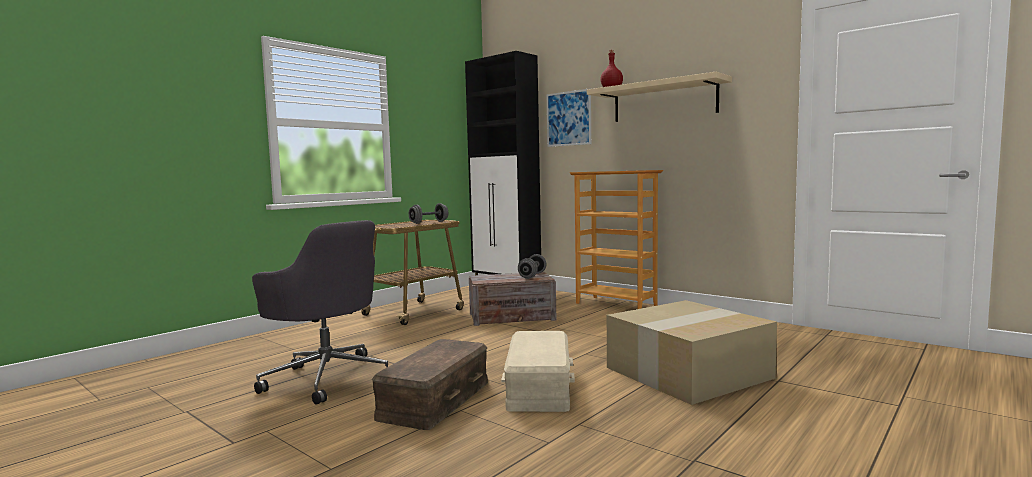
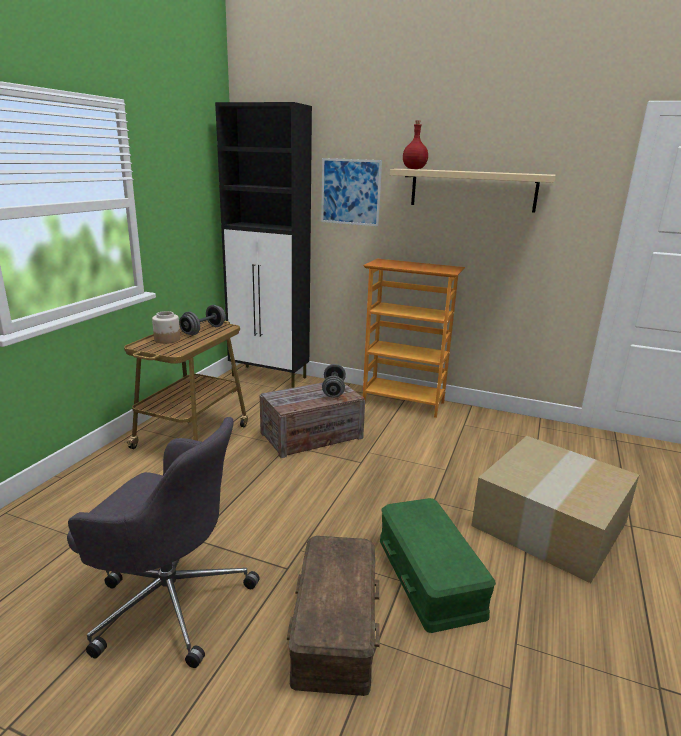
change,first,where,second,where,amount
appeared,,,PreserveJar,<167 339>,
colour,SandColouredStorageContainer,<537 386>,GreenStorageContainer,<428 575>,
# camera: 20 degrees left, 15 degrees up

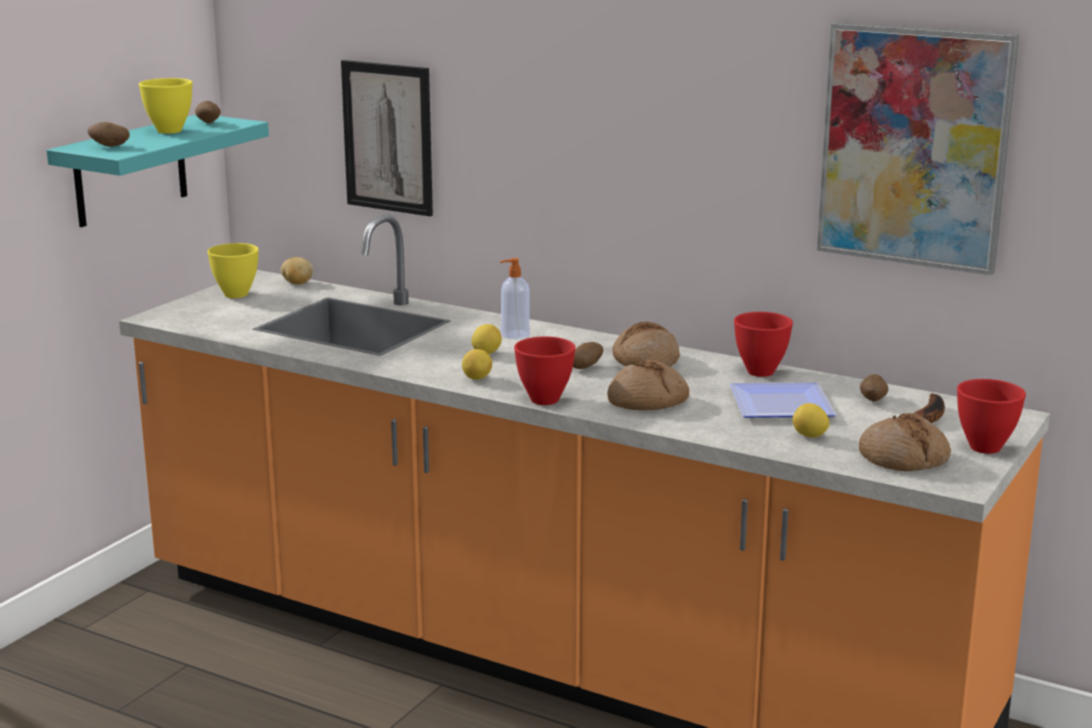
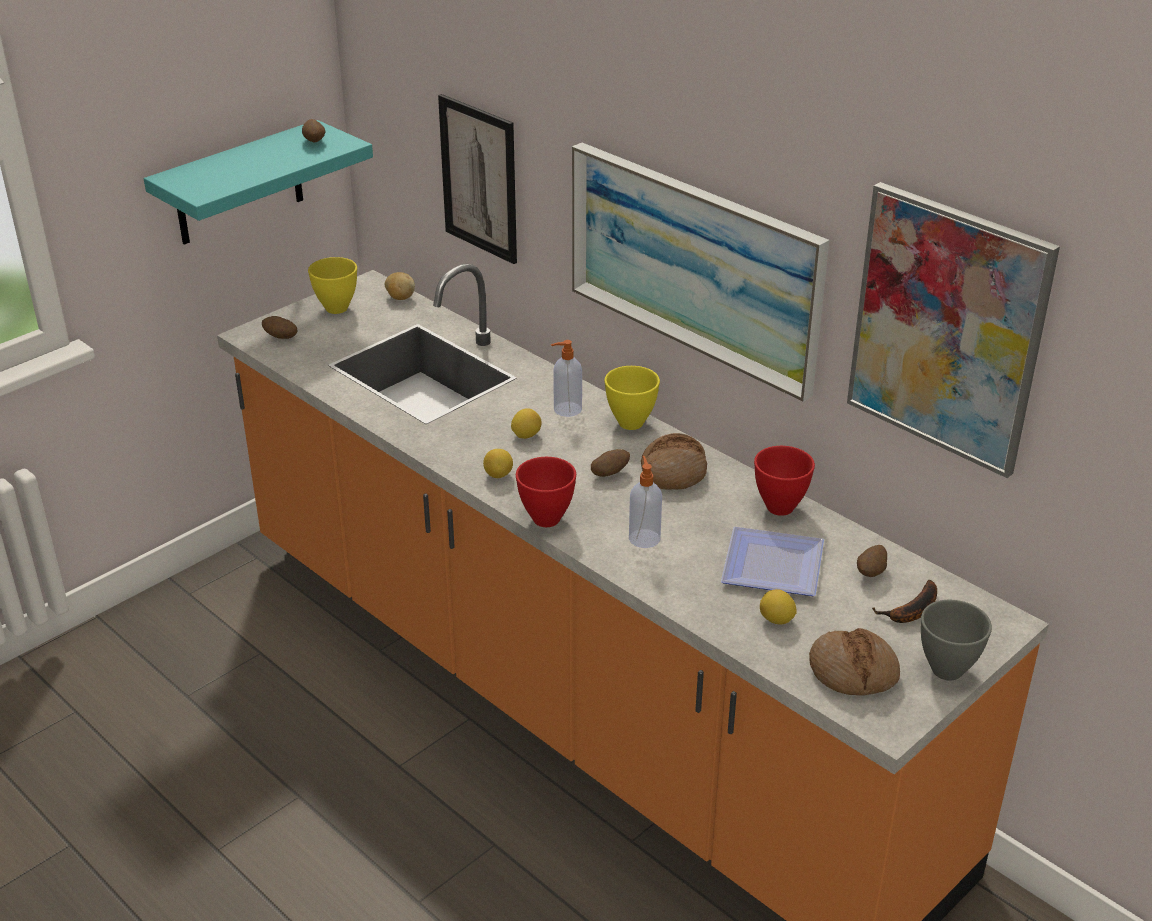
change,first,where,second,where,amount
appeared,,,WallPicture,<694 265>,
relocated,Potato,<109 146>,,<280 337>,
relocated,YellowishServingBowl,<169 131>,,<631 424>,
exchanged,Bread,<648 401>,SoapBottle,<644 537>,
colour,RedColouredServingBowl,<984 447>,GreyServingBowl,<946 668>,
# camera: 15 degrees right, 15 degrees up

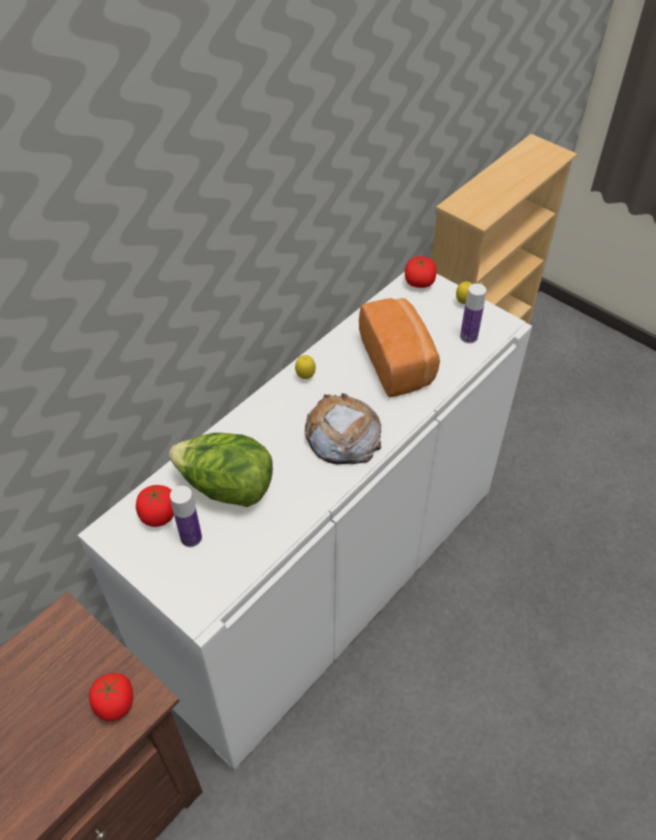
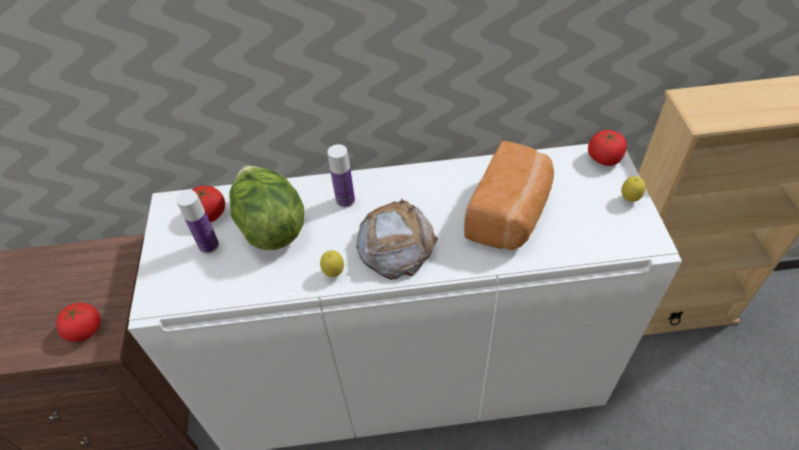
change,first,where,second,where,amount
relocated,CitrusFruit,<305 377>,,<334 273>,
relocated,Bottle,<468 337>,,<345 200>,
# camera: 45 degrees right, 0 degrees up

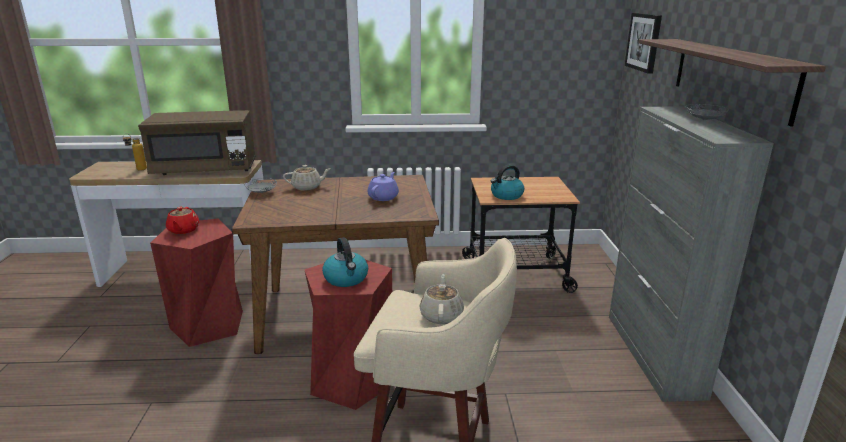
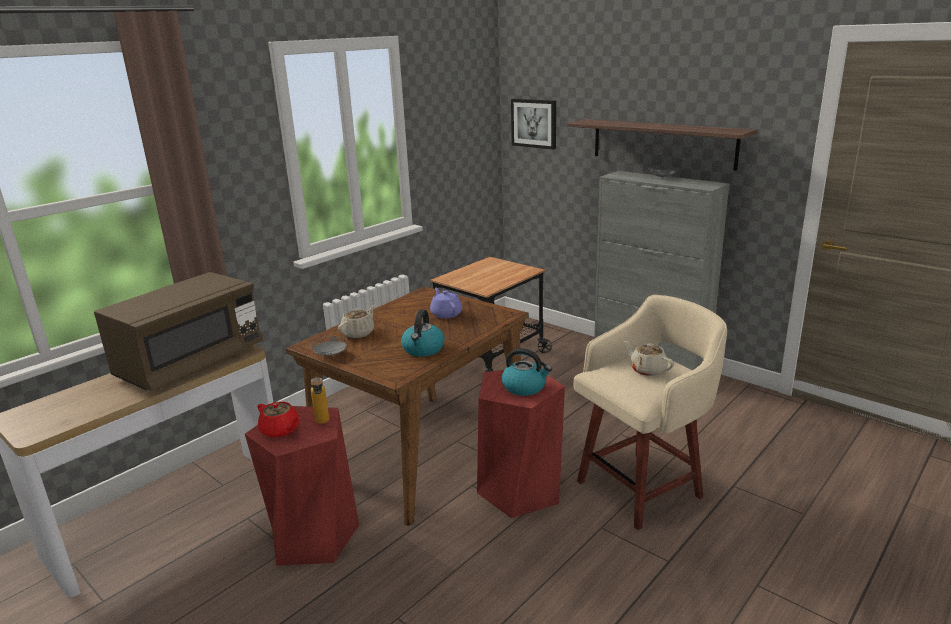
change,first,where,second,where,amount
relocated,Bottle,<138 170>,,<322 423>,
relocated,WaterKettle,<506 195>,,<423 349>,
# camera: 45 degrees left, 0 degrees up

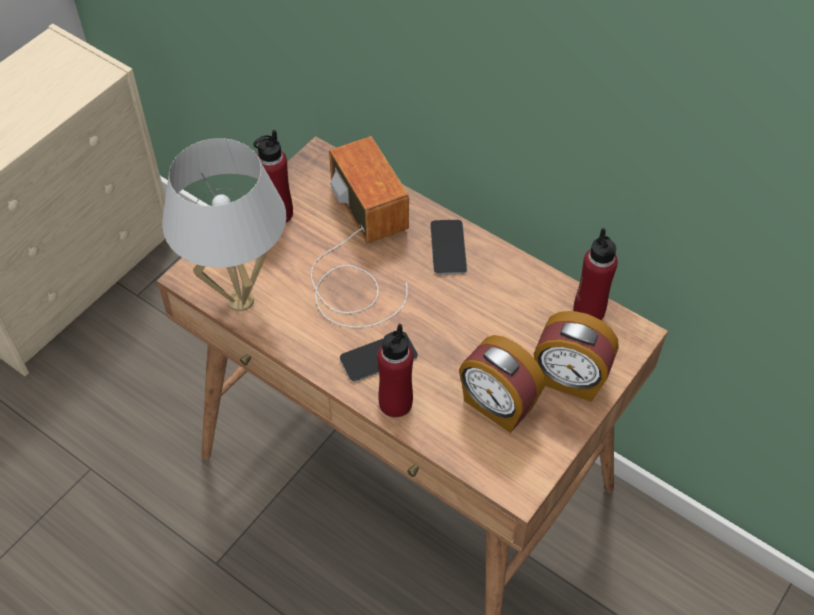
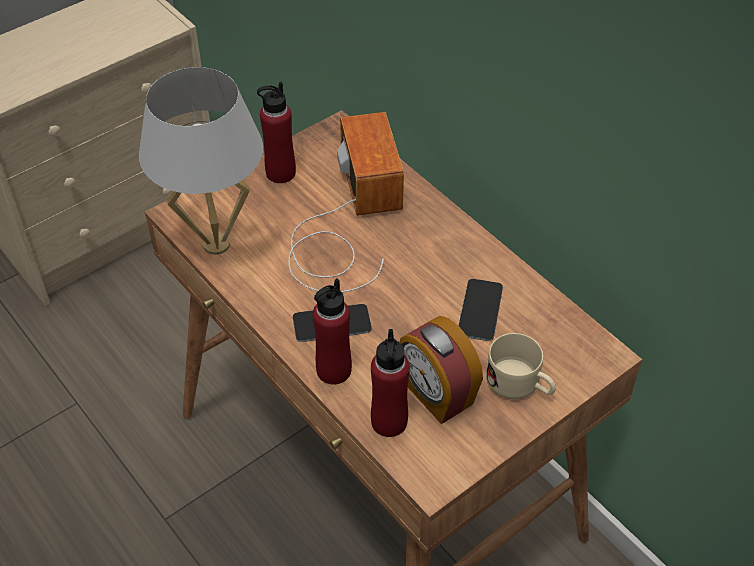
change,first,where,second,where,amount
relocated,Handset,<448 247>,,<480 310>,
relocated,RedColouredBottle,<588 311>,,<389 422>,
exchanged,BedsideClock,<569 379>,SandColouredMug,<520 385>,
# camera: 15 degrees right, 5 degrees down

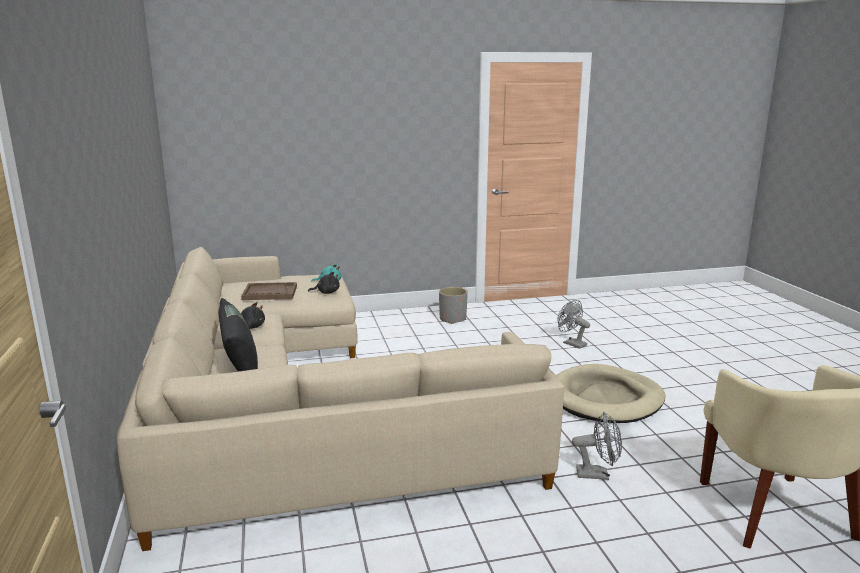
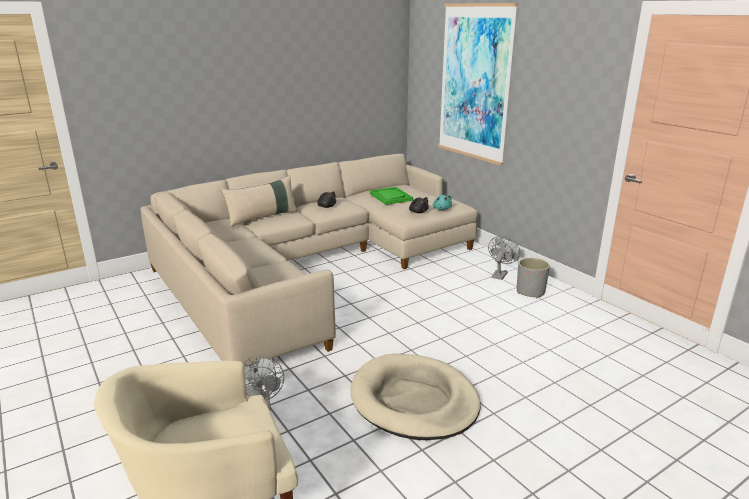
change,first,where,second,where,amount
appeared,,,WallPicture,<475 83>,
relocated,GreyCoolingFan,<571 343>,,<500 274>,
colour,BlackPillow,<240 366>,SandColouredPillow,<262 217>,
colour,BrownishServingTray,<269 293>,GreenServingTray,<390 197>,
# camera: 70 degrees right, 5 degrees up

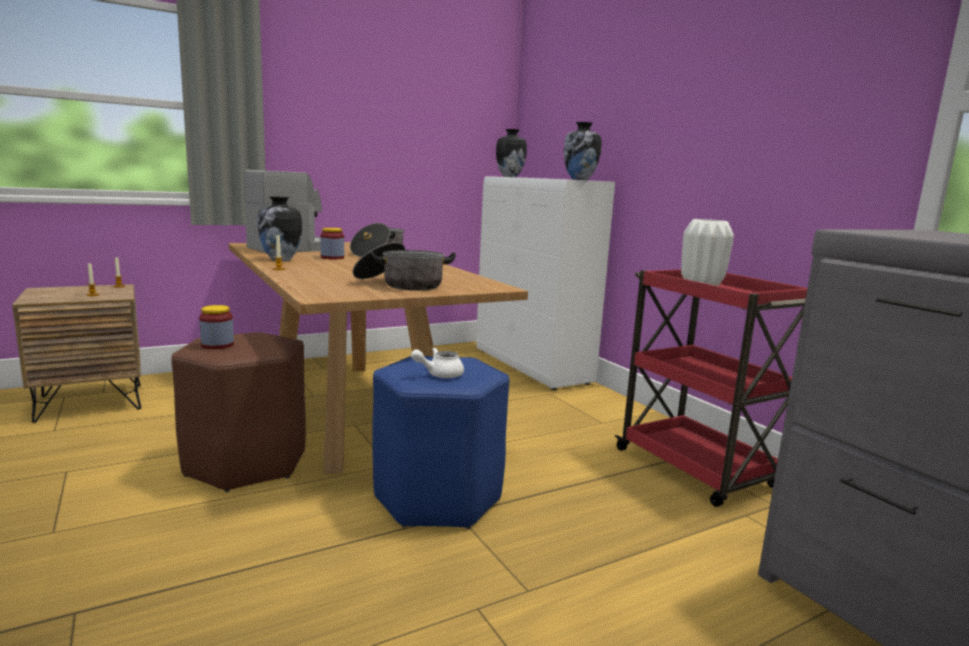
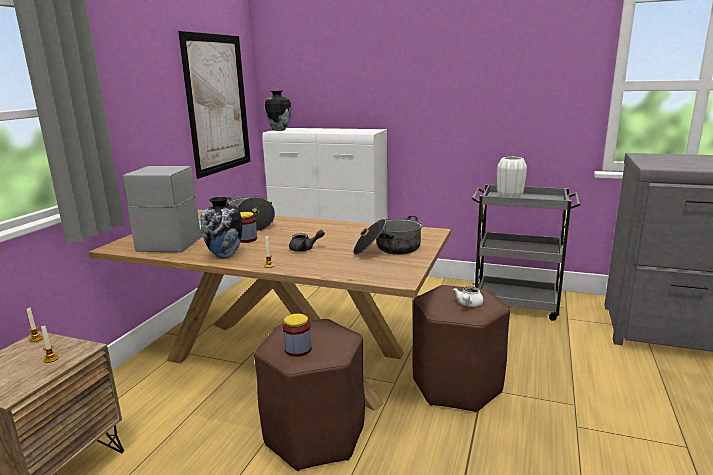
change,first,where,second,where,amount
missing,Vase,<580 179>,,,
appeared,,,WallPicture,<218 104>,
appeared,,,GreyPotForTea,<305 249>,
colour,BlueStoolSeat,<437 498>,BrownishStoolSeat,<457 386>,
colour,RedColouredWheeledCart,<697 469>,GreyWheeledCart,<516 304>,
# camera: 40 degrees left, 5 degrees up

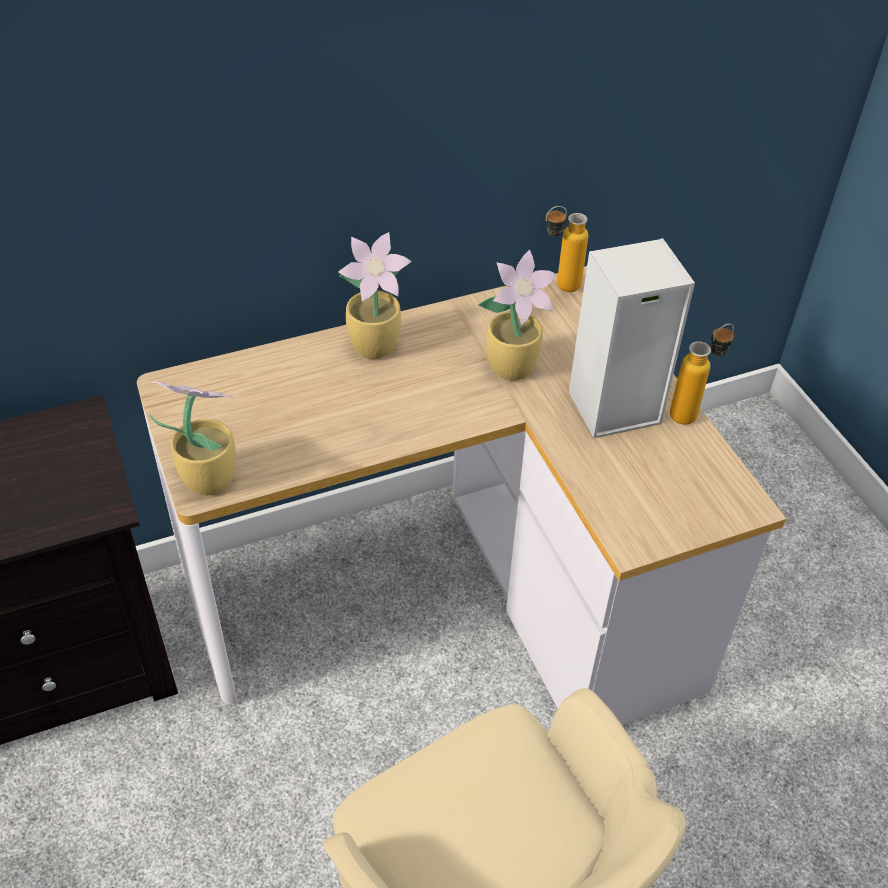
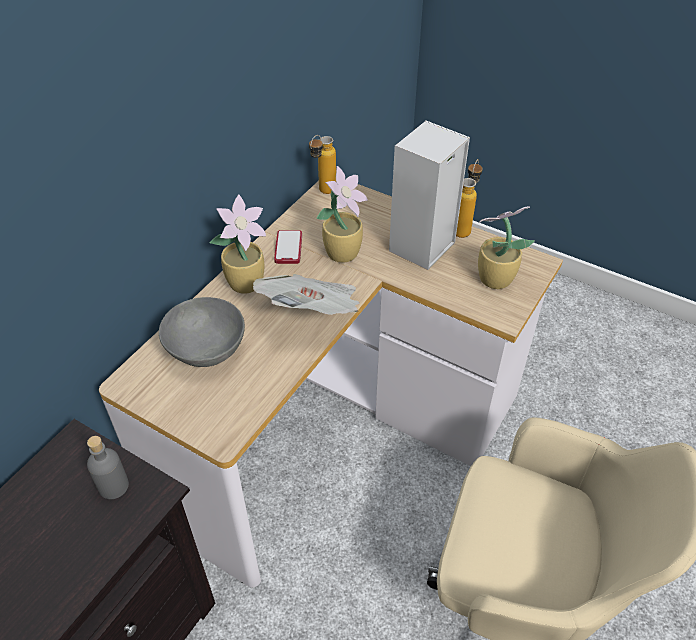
change,first,where,second,where,amount
appeared,,,GreyBottle,<114 486>,
appeared,,,GreyServingBowl,<207 350>,
appeared,,,DailyPaper,<313 313>,
appeared,,,Handset,<288 248>,
relocated,PottedPlant,<207 478>,,<493 279>,
# camera: 35 degrees left, 0 degrees up

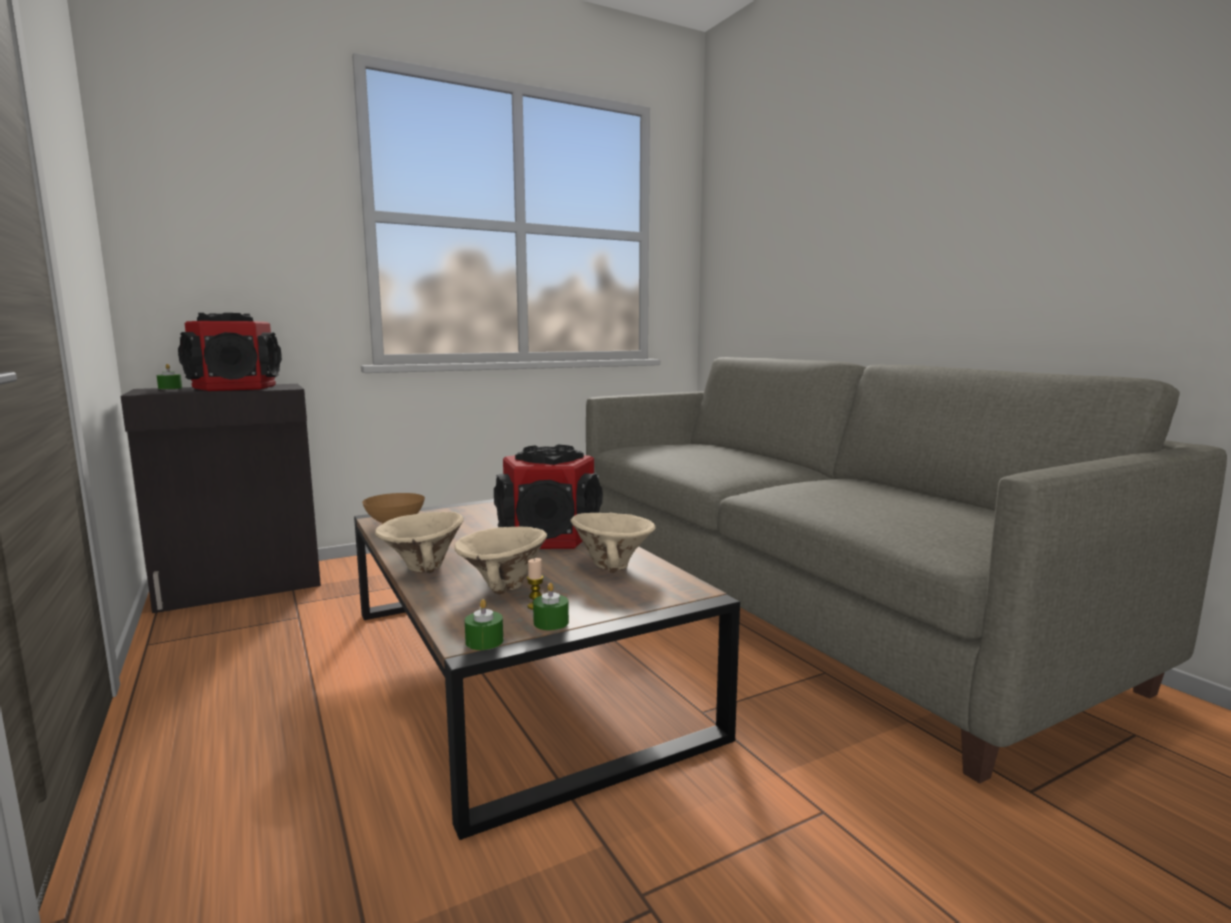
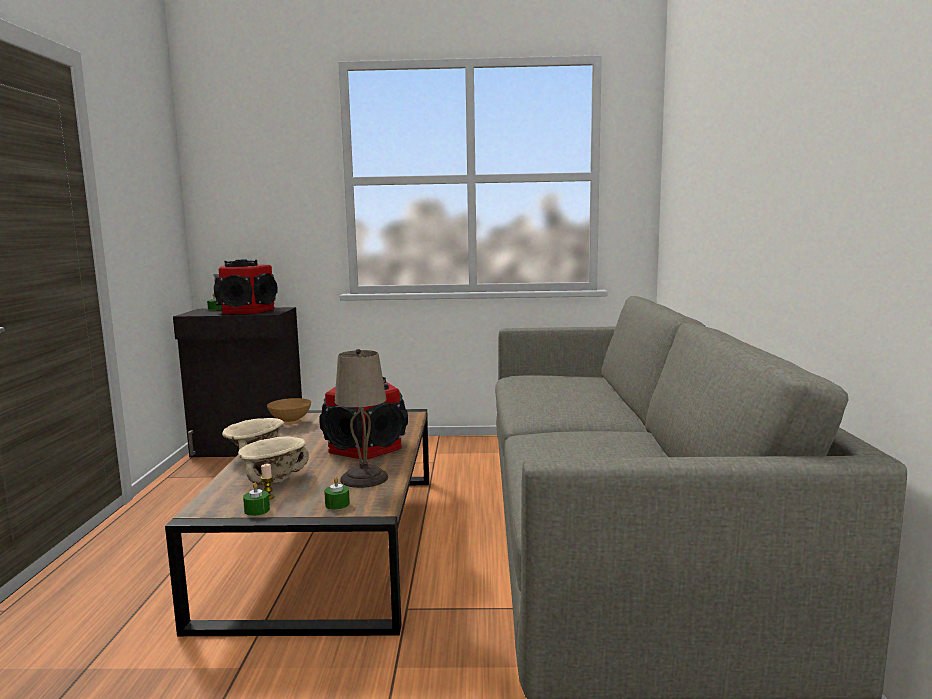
change,first,where,second,where,amount
relocated,GreenWaxLight,<484 641>,,<337 504>,
exchanged,SandColouredServingBowl,<614 565>,SandColouredLampForATable,<365 478>,
# camera: 30 degrees right, 0 degrees up

